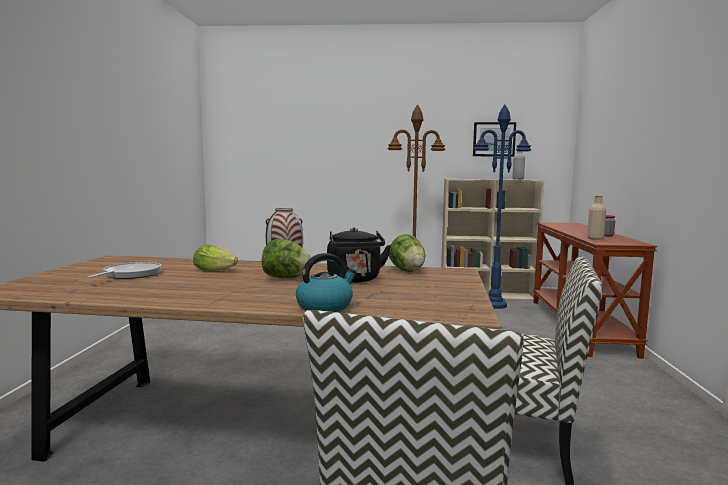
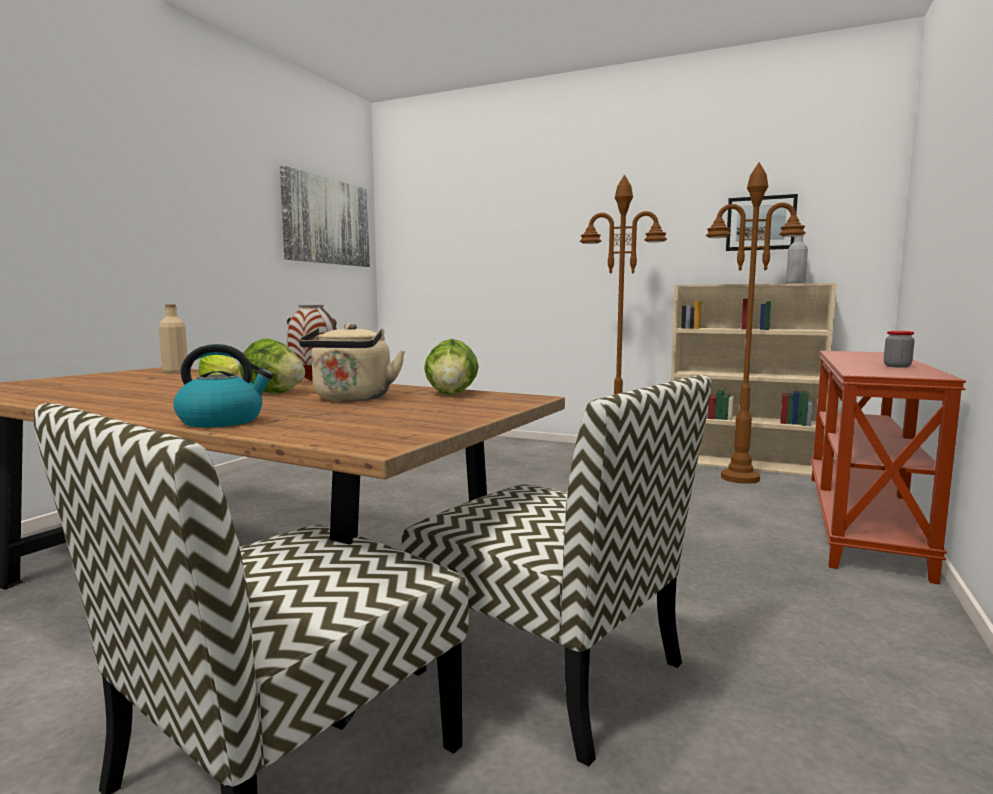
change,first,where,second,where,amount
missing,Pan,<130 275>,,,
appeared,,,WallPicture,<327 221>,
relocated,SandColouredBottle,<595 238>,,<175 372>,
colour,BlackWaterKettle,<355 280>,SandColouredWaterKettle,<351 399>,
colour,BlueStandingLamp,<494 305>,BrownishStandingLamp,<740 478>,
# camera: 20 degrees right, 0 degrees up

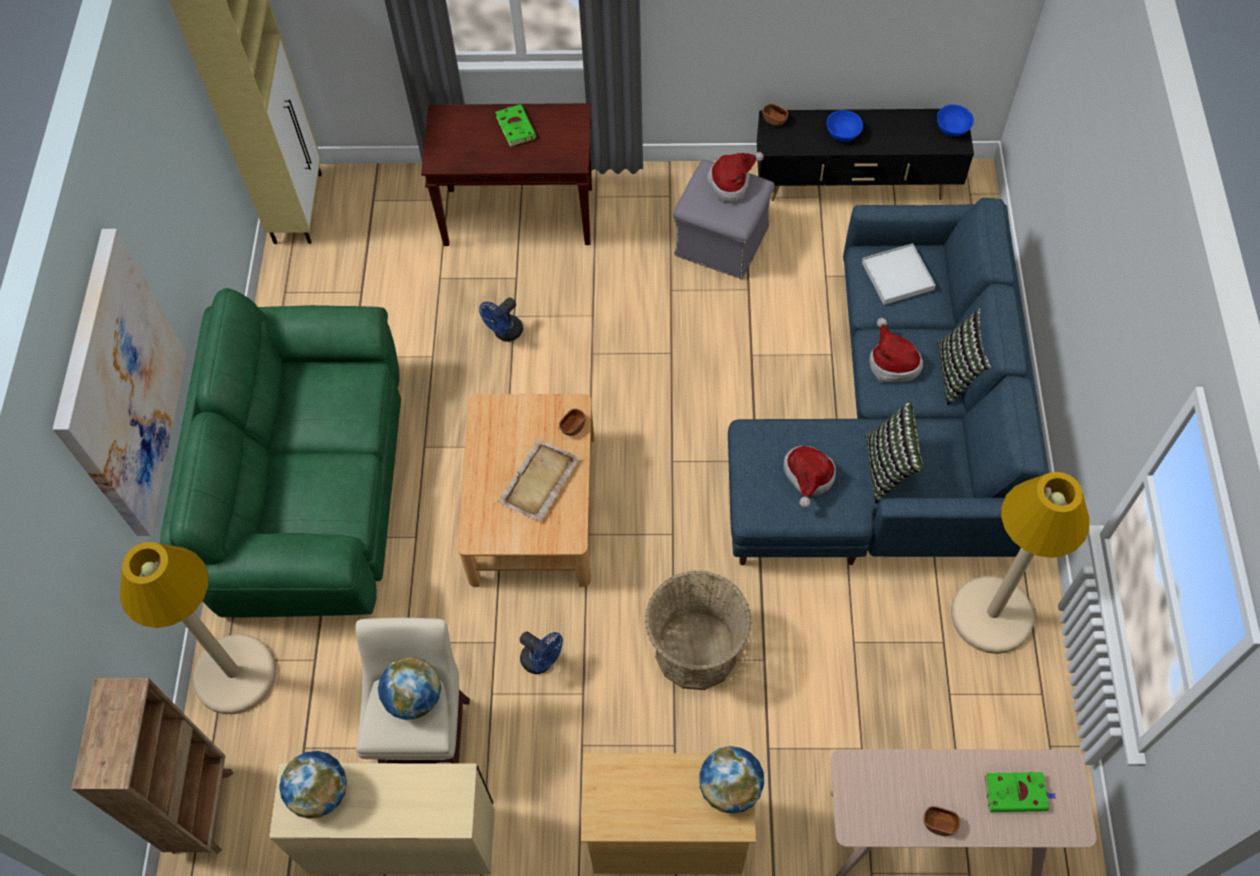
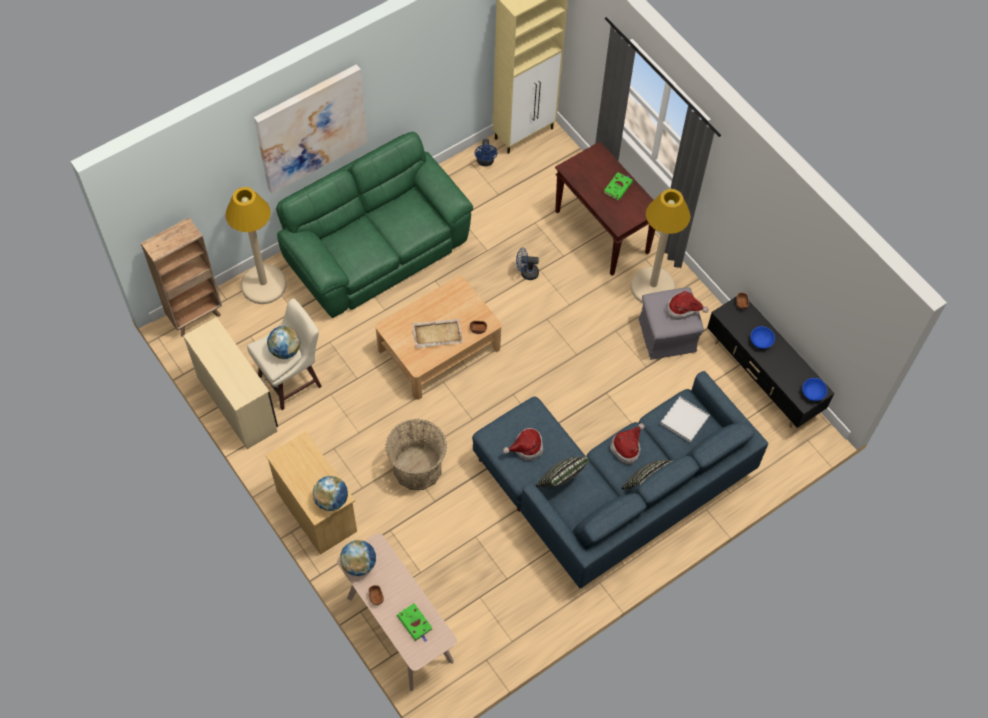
change,first,where,second,where,amount
relocated,DeskGlobe,<320 792>,,<359 564>,
relocated,BlueCoolingFan,<542 661>,,<485 162>,
relocated,SandColouredStandingLamp,<991 615>,,<652 287>,
# camera: 50 degrees right, 0 degrees up

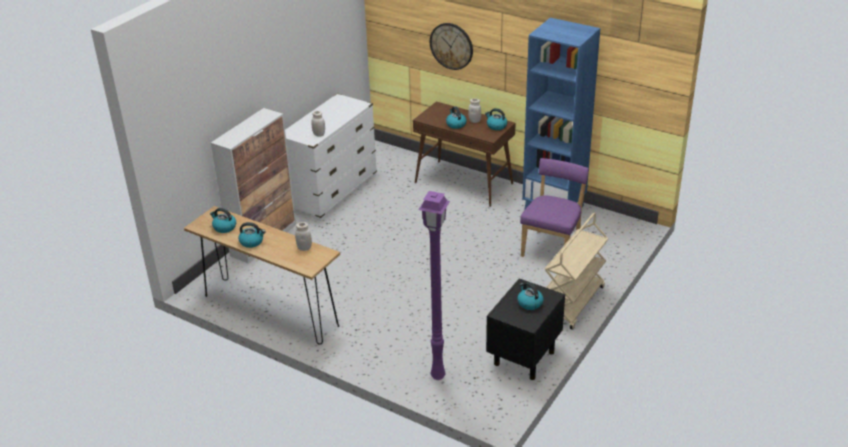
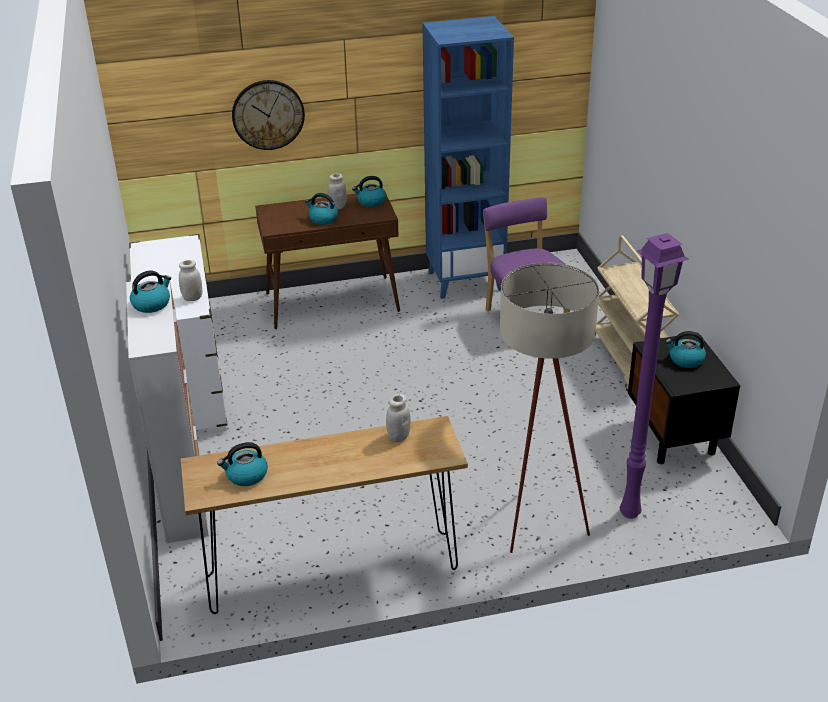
change,first,where,second,where,amount
appeared,,,SandColouredStandingLamp,<536 519>,
relocated,WaterKettle,<252 242>,,<152 304>,
# camera: 45 degrees left, 0 degrees up

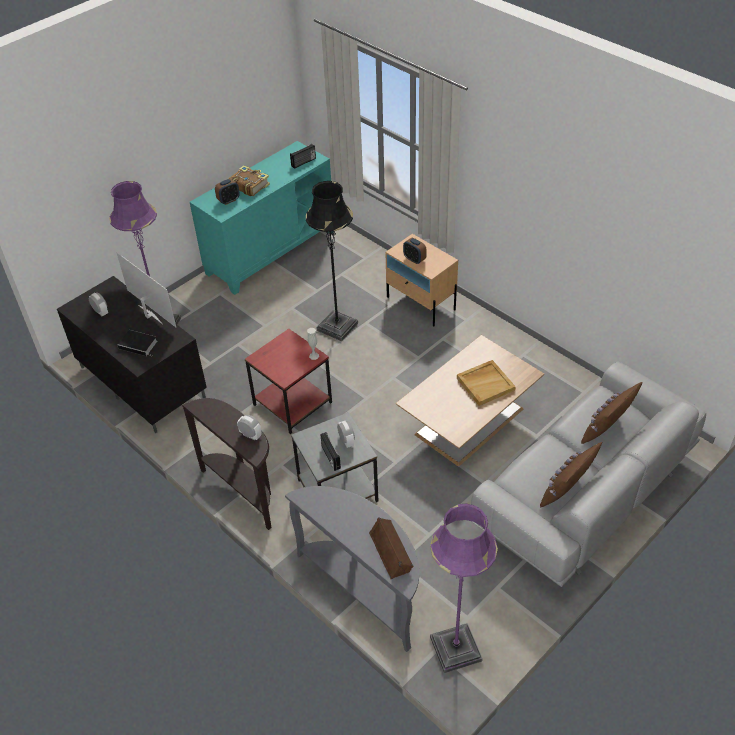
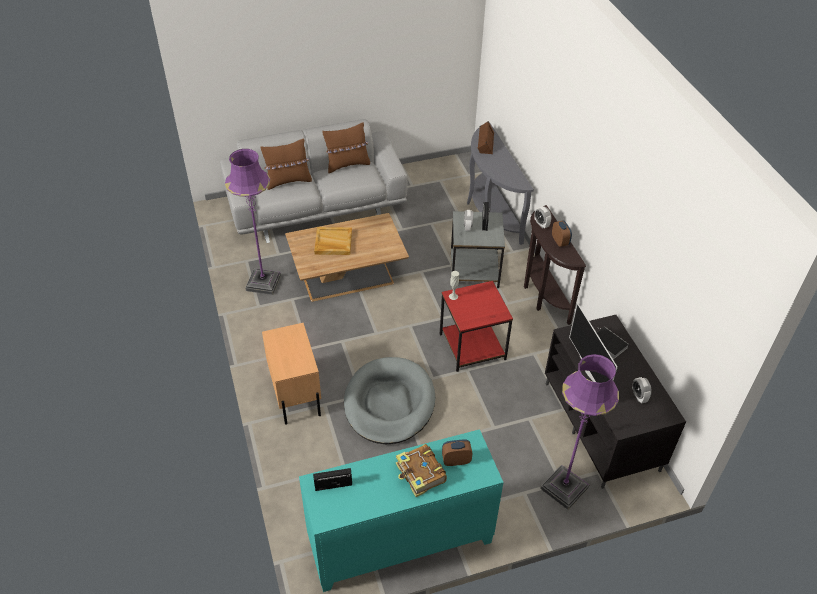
change,first,where,second,where,amount
relocated,BedsideClock,<414 259>,,<560 241>,
relocated,PurpleStandingLamp,<455 649>,,<263 283>,
exchanged,BlackStandingLamp,<337 326>,GreyDogBed,<389 403>,
# camera: 155 degrees left, 0 degrees up

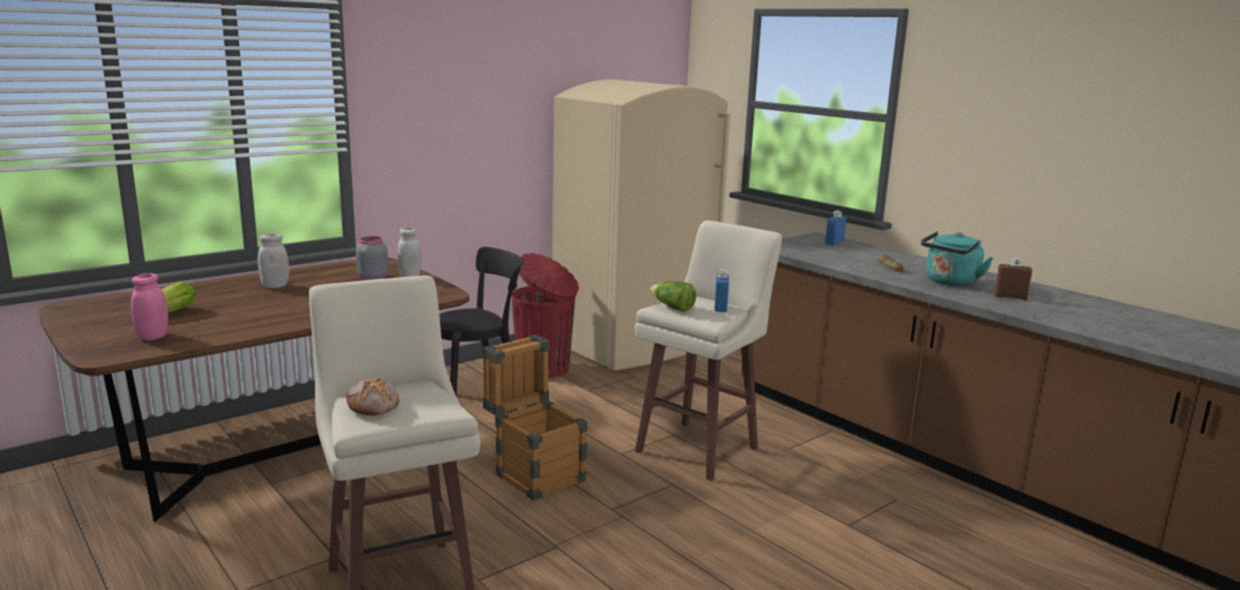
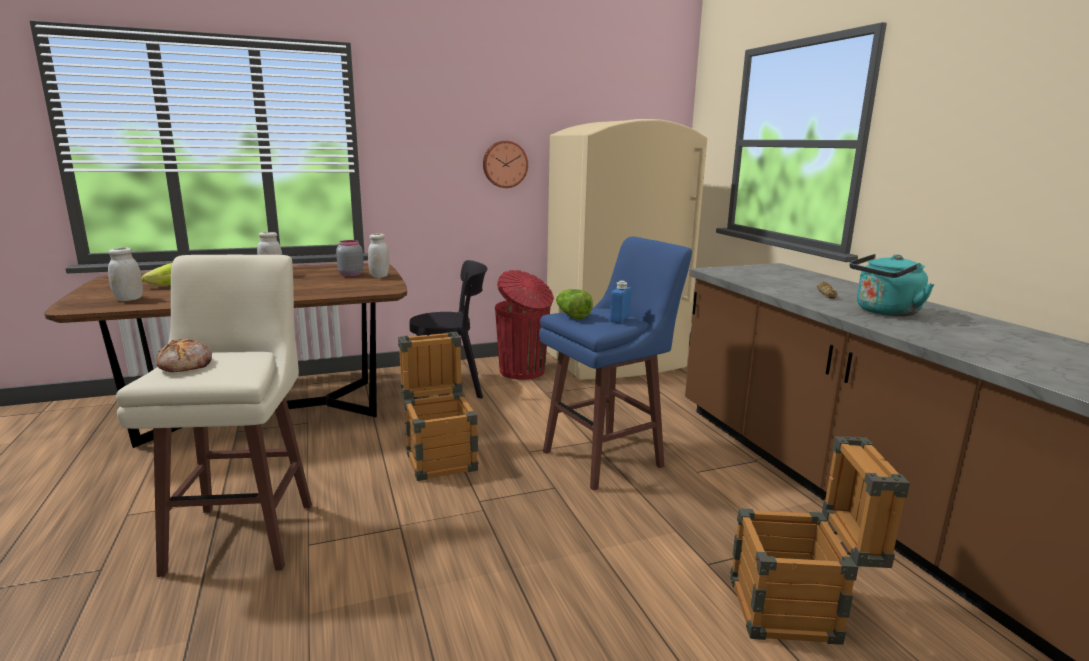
change,first,where,second,where,amount
missing,BlueBottle,<834 242>,,,
missing,BrownishBottle,<1010 297>,,,
appeared,,,HangingClock,<504 164>,
appeared,,,Crate,<798 611>,
colour,PinkPreserveJar,<153 337>,WhitishPreserveJar,<129 299>,
colour,SandColouredStoolSeat,<700 449>,BlueStoolSeat,<606 459>,
# camera: 20 degrees right, 0 degrees up

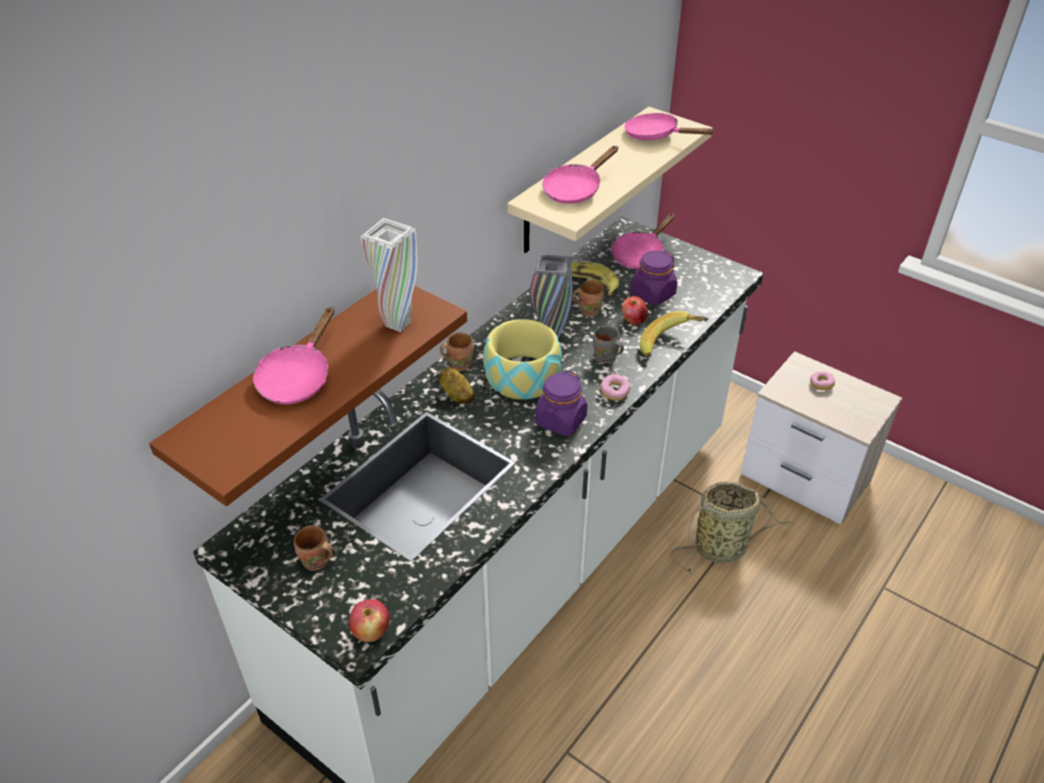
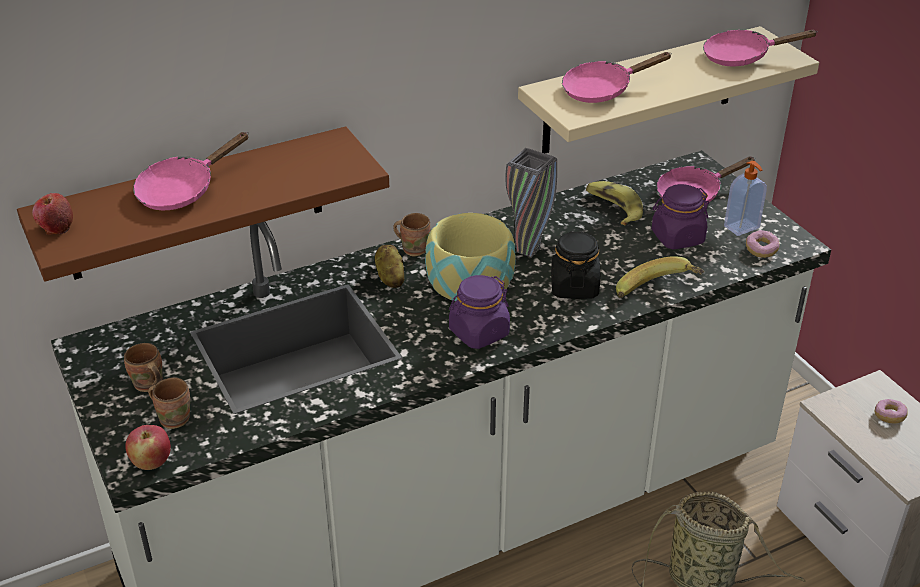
change,first,where,second,where,amount
missing,WhitishVase,<398 324>,,,
appeared,,,SoapBottle,<742 228>,
relocated,BrownishMug,<588 309>,,<174 418>,
relocated,Doughnut,<614 392>,,<761 250>,
relocated,Apple,<633 319>,,<56 227>,
exchanged,GreyMug,<606 358>,BlackPreserveJar,<574 287>,
spun,PinkPan,<656 135>,,<742 57>,60 degrees counterclockwise
# camera: 25 degrees right, 5 degrees down

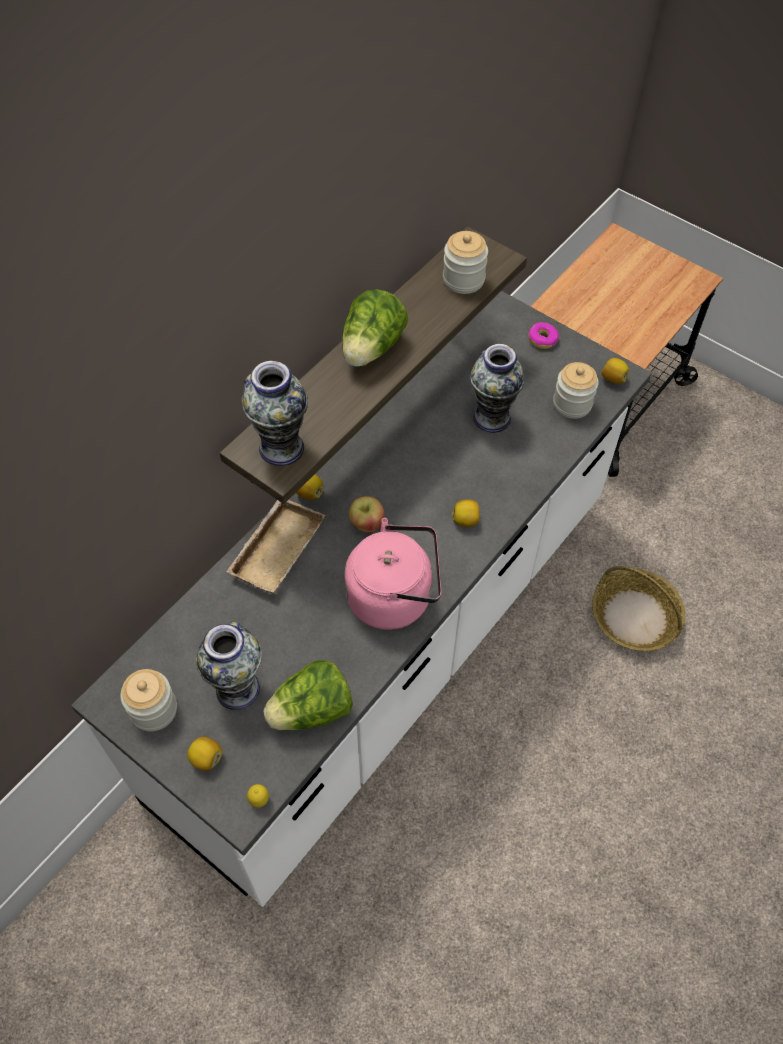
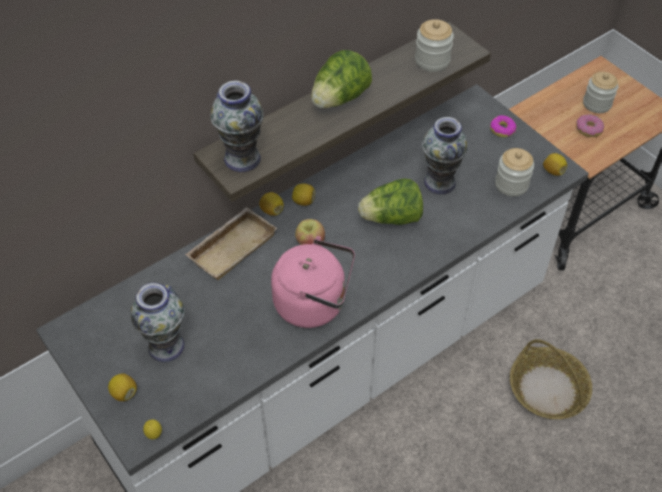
change,first,where,second,where,amount
appeared,,,Doughnut,<588 129>,
relocated,PreserveJar,<154 710>,,<597 104>,
relocated,LettuceHead,<312 711>,,<391 218>,
relocated,CitrusFruit,<466 520>,,<303 201>,
# camera: 15 degrees right, 5 degrees down

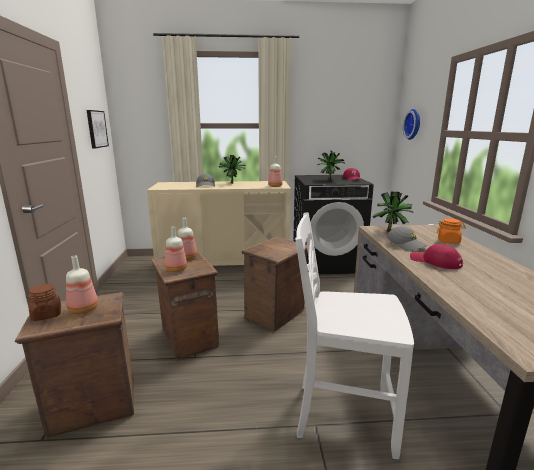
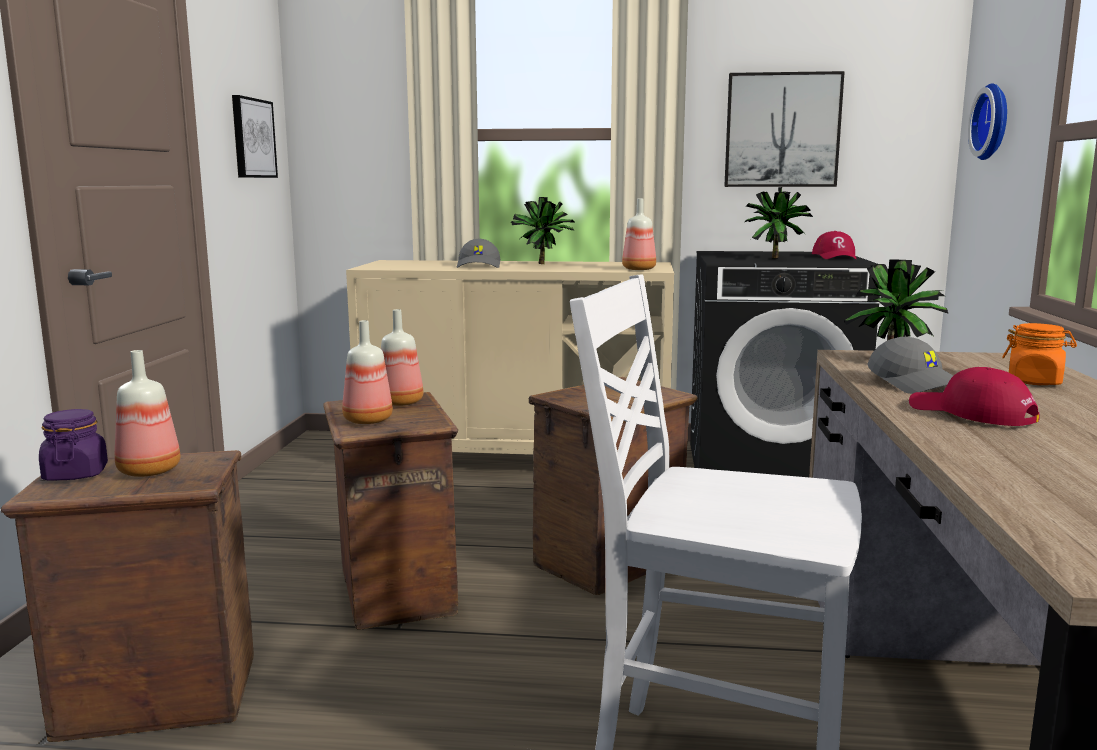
change,first,where,second,where,amount
appeared,,,WallPicture,<782 130>,
colour,BrownishPreserveJar,<47 314>,PurplePreserveJar,<76 474>,
# camera: 10 degrees right, 5 degrees down

